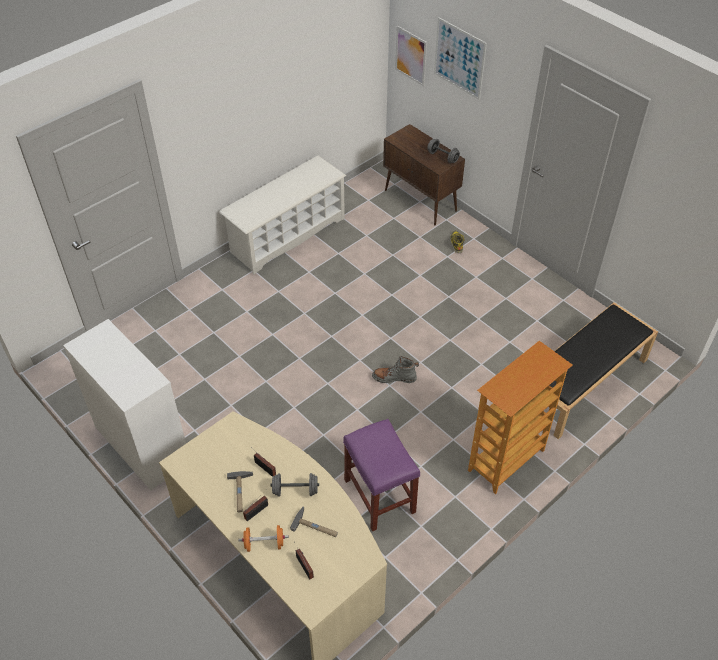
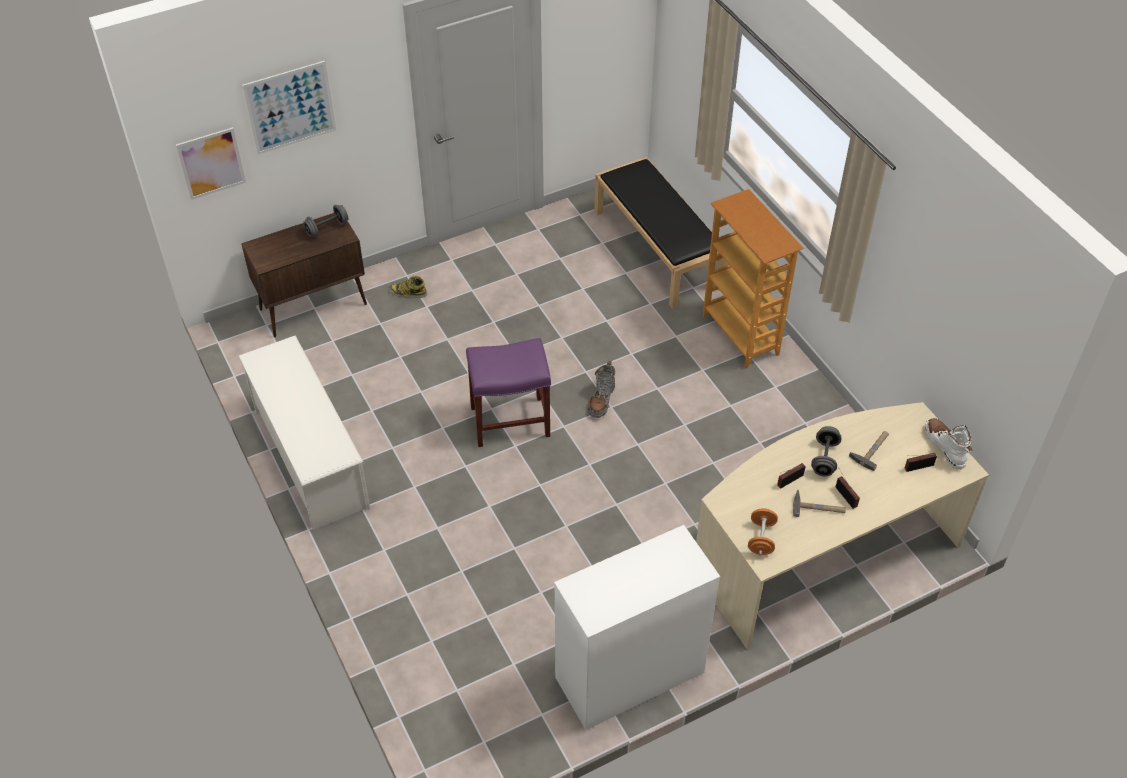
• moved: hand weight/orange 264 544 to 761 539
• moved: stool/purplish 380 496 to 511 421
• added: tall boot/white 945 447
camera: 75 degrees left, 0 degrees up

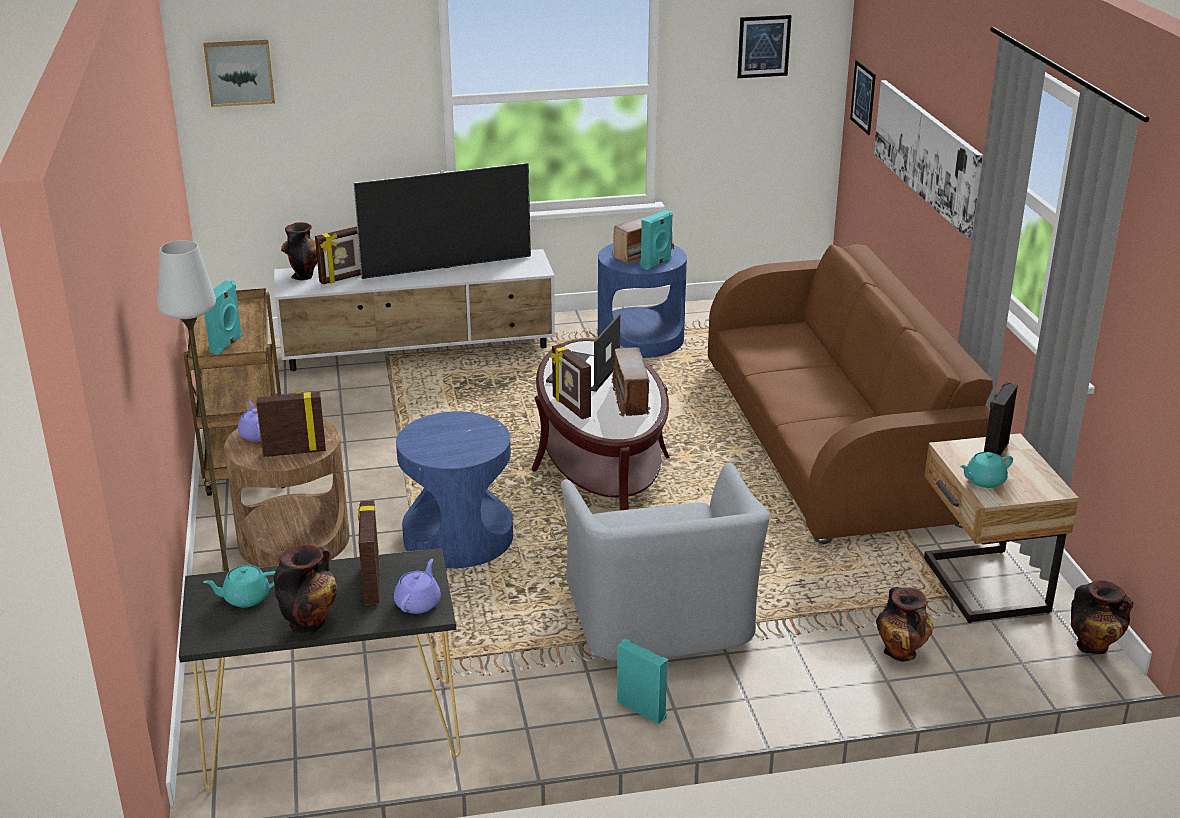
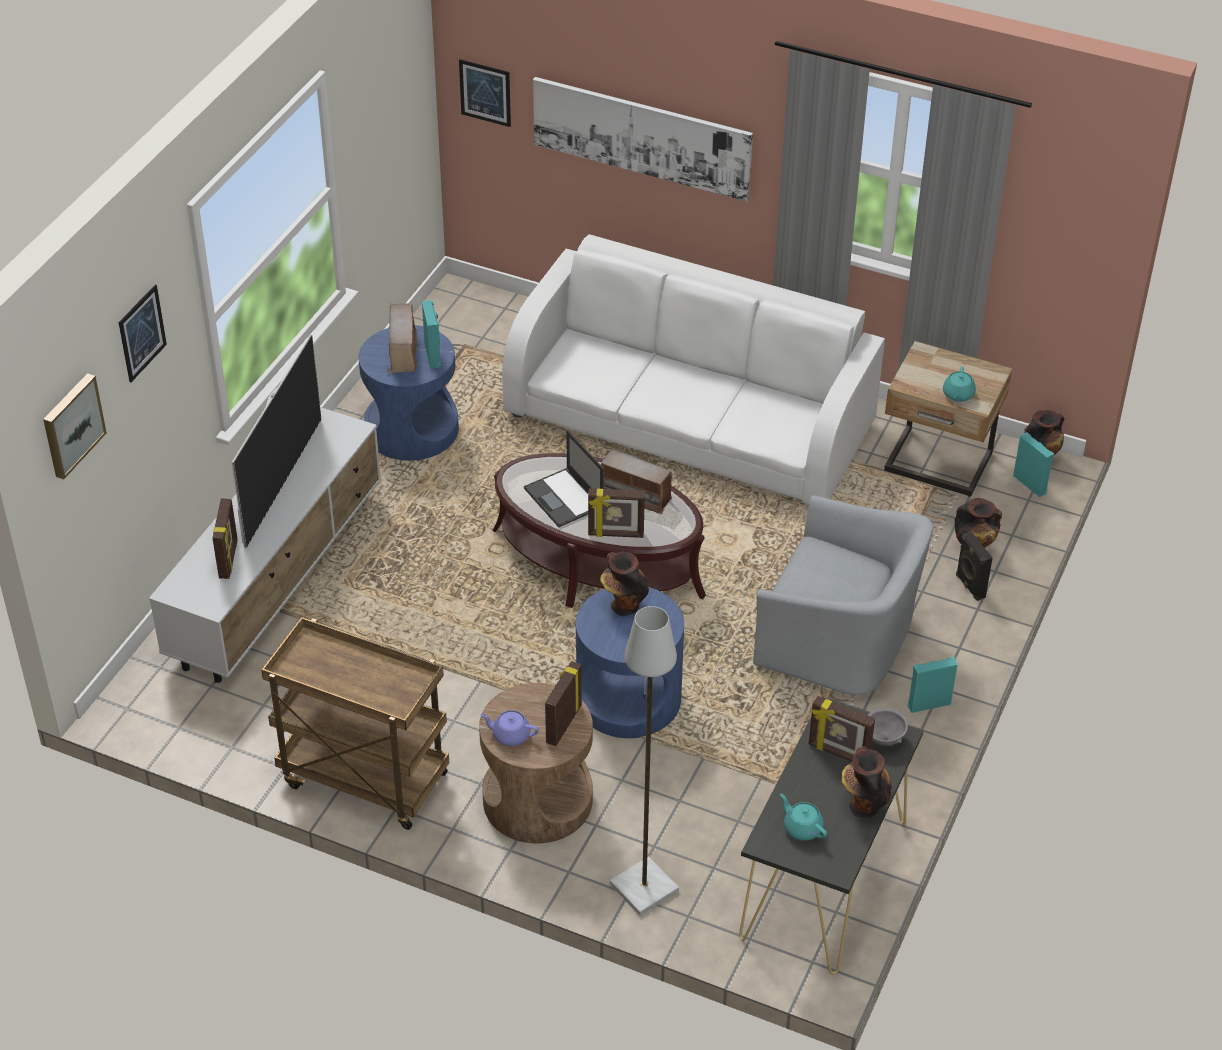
• turned: tea pot/blue-green 245 598 = 802 828 120 degrees clockwise
• moved: speaker/blue-green 227 344 to 1030 484
• moved: decorative vase 303 275 to 623 605
• replaced: tea pot/purplish 418 603 to deep dish/gray 884 738
• recoloured: sofa/brown 833 440 to sofa/white 691 419
• moved: picture 763 46 to 142 333
• moved: speaker/blackish 994 451 to 969 586
camera: 55 degrees left, 15 degrees up

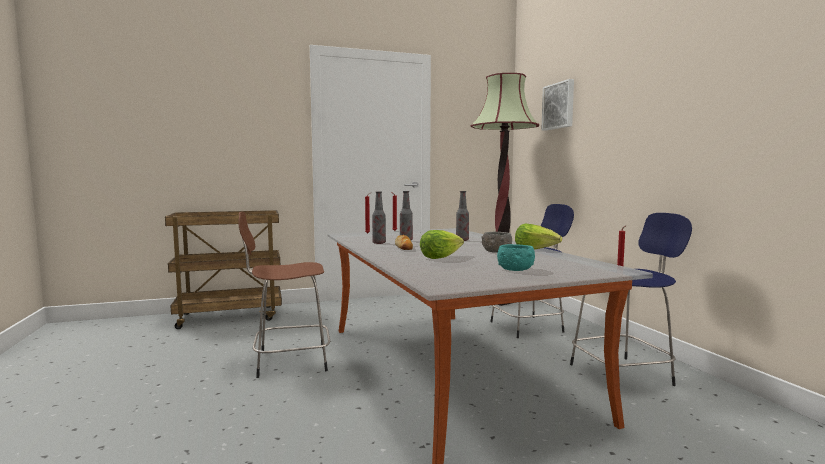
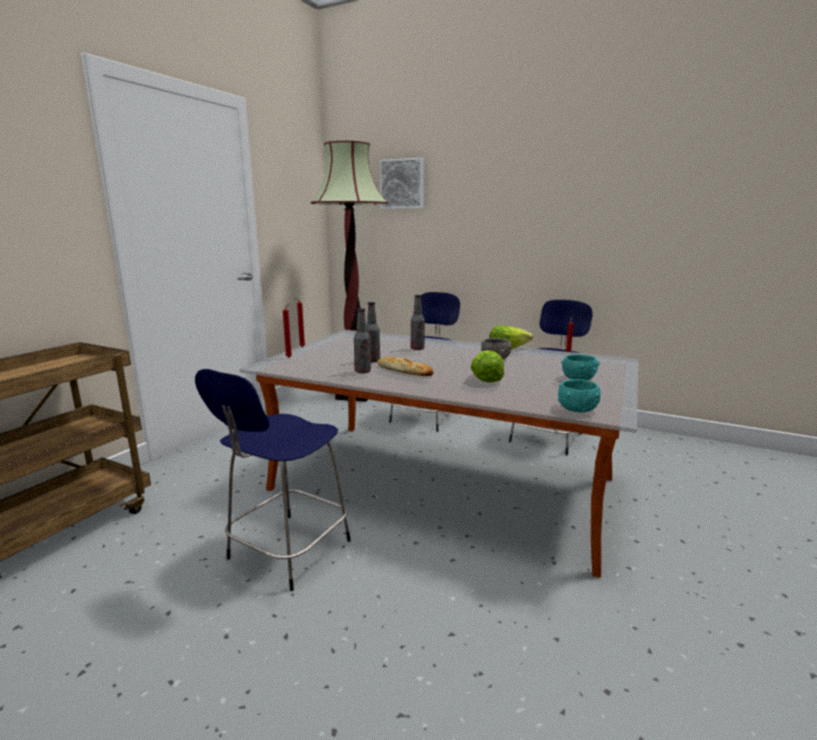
• recoloured: stool/brown 289 361 to stool/blue 286 552
• added: deep dish/blue-green 577 409
camera: 45 degrees left, 10 degrees up

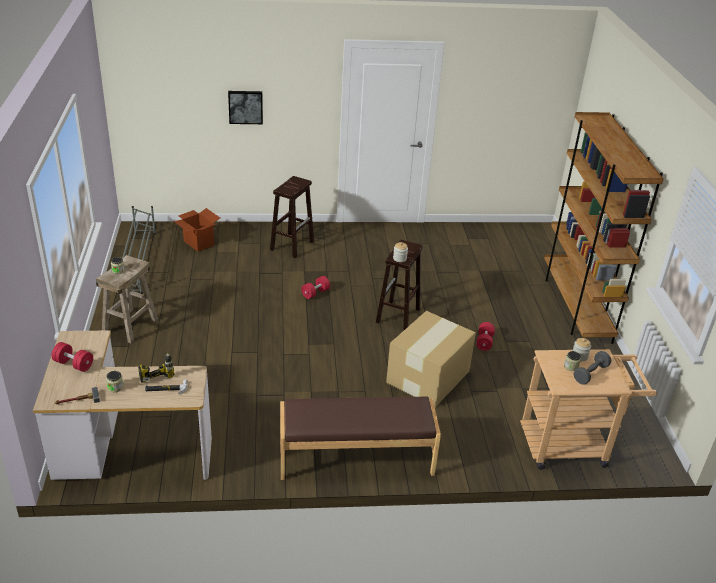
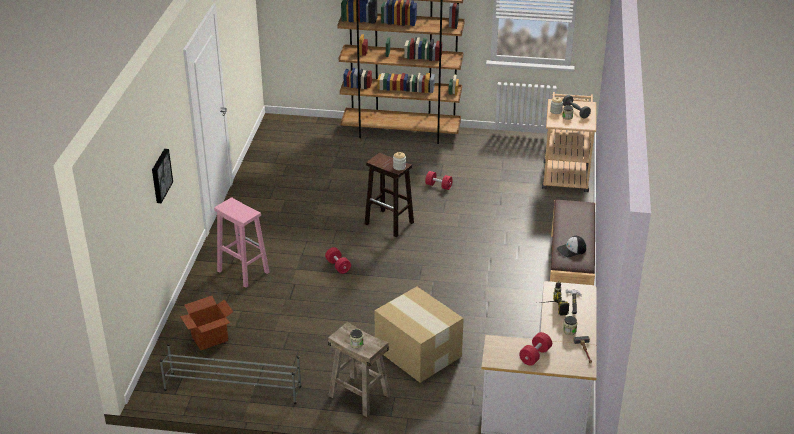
• recoloured: stool/brown 292 245 to stool/pink-coloured 242 271
• moved: cardboard box 429 376 to 417 351
• added: cap 571 250
camera: 75 degrees left, 0 degrees up

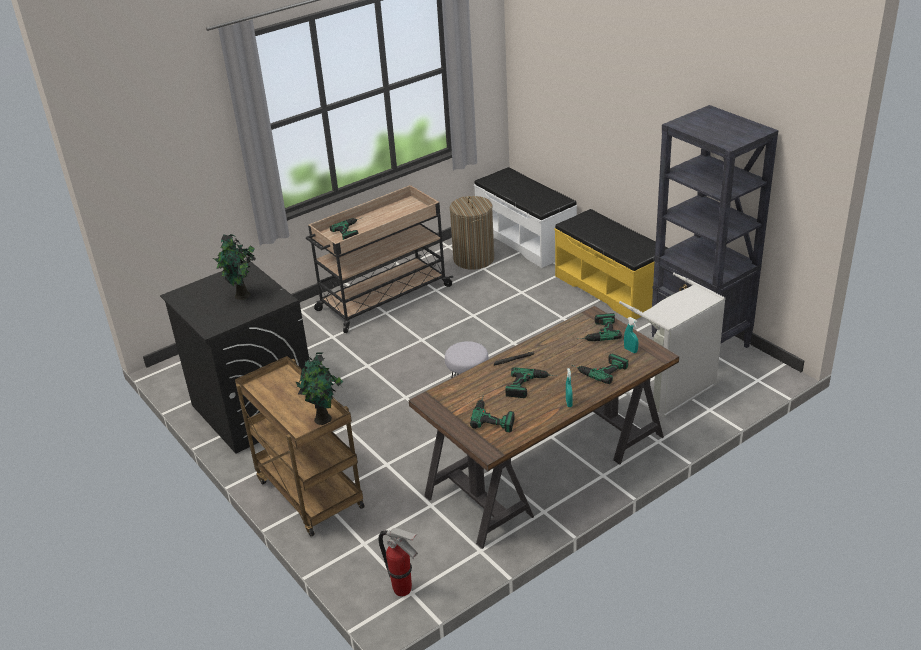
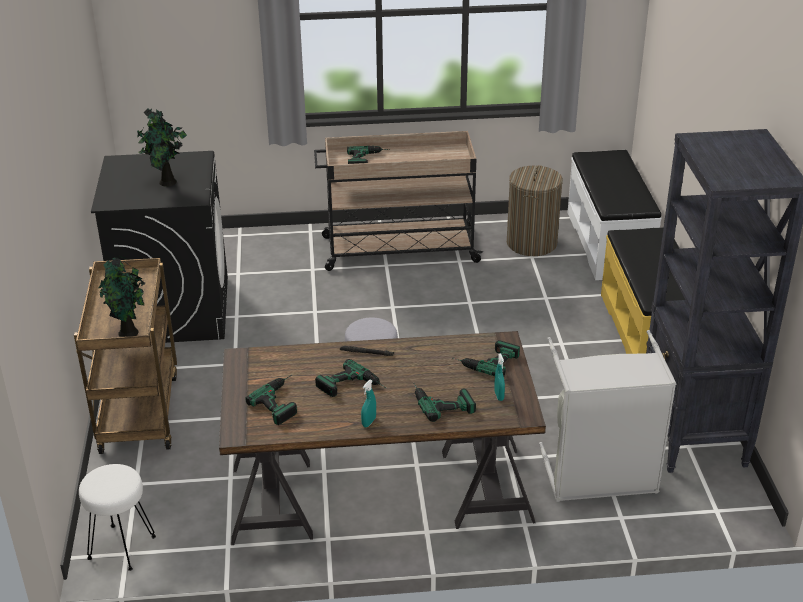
• replaced: fire extinguisher 403 590 to stool/white 122 547
camera: 30 degrees right, 0 degrees up

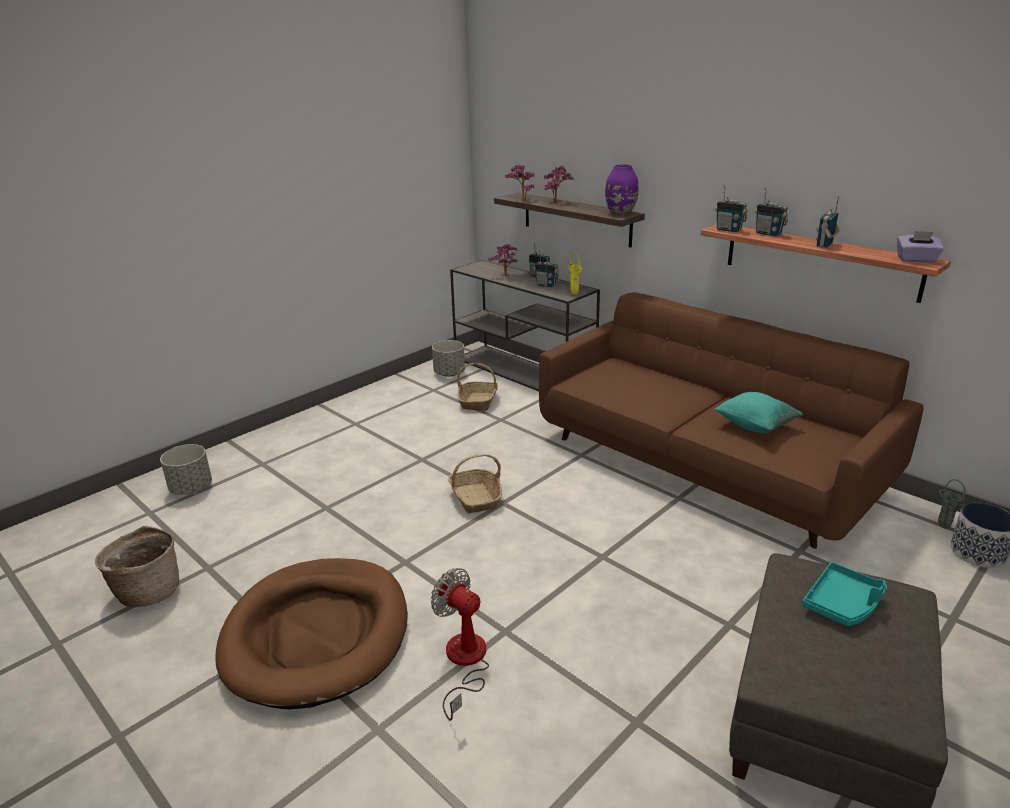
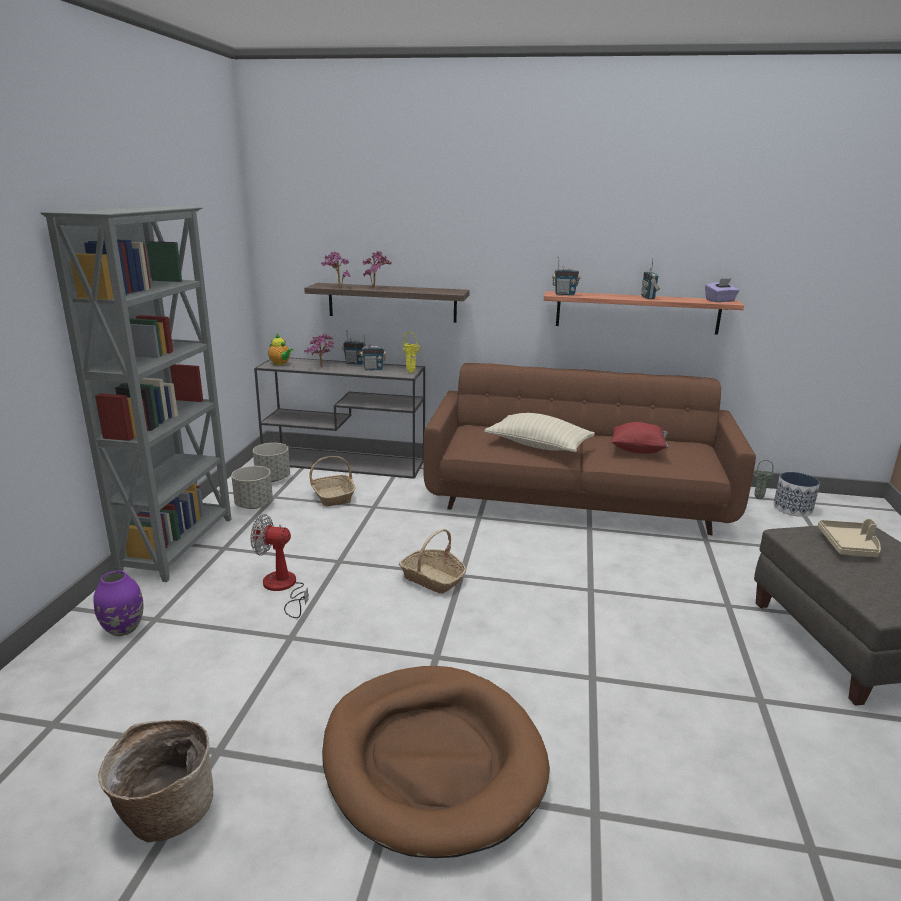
• moved: planter/gray 191 488 to 254 505
• moved: cooling fan 464 662 to 283 588
• moved: decorative vase/purplish 621 213 to 124 629
• recoloured: throw pillow/blue-green 755 426 to throw pillow/red-coloured 638 450
• removed: radio 768 234
• recoloured: serving tray/blue-green 843 604 to serving tray/sand-coloured 849 546
• added: bookcase/gray 179 545
• added: tea pot 280 363
• added: throw pillow/sand-coloured 538 446
camera: 35 degrees left, 5 degrees down

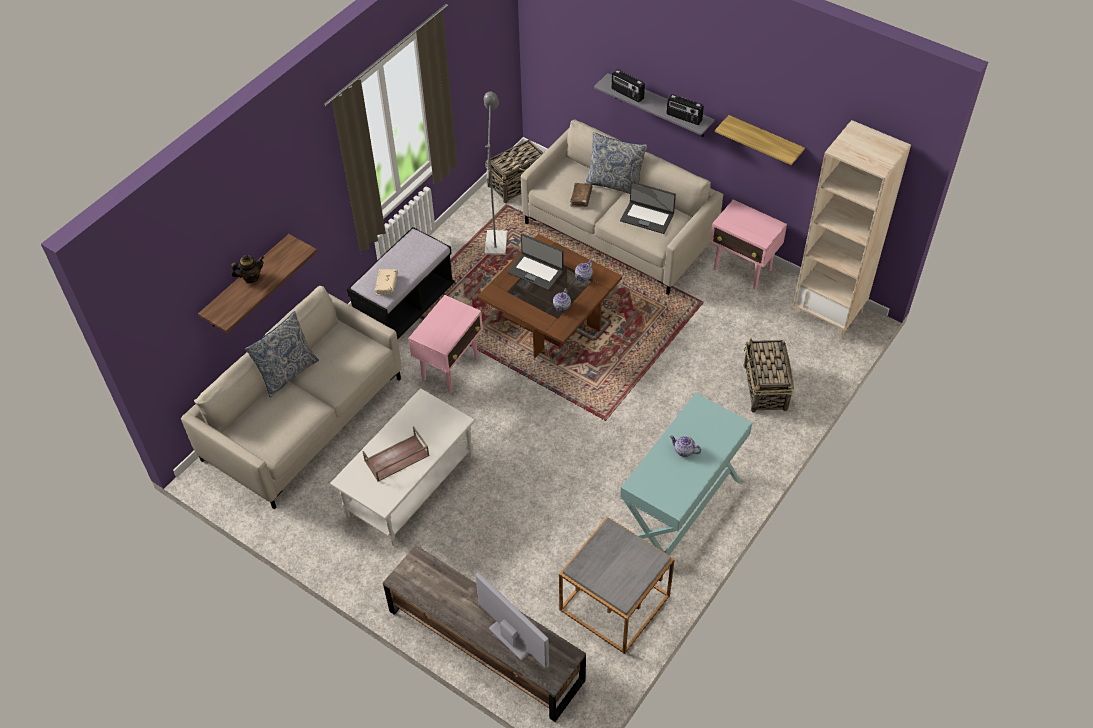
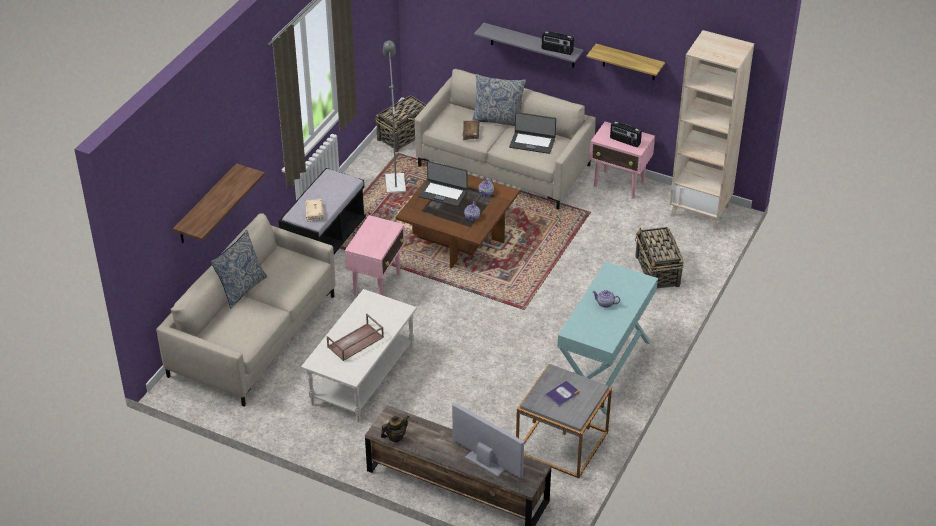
• moved: tea pot 251 277 to 395 436
• moved: radio 627 94 to 625 141
• added: volume 562 394
camera: 10 degrees left, 10 degrees down

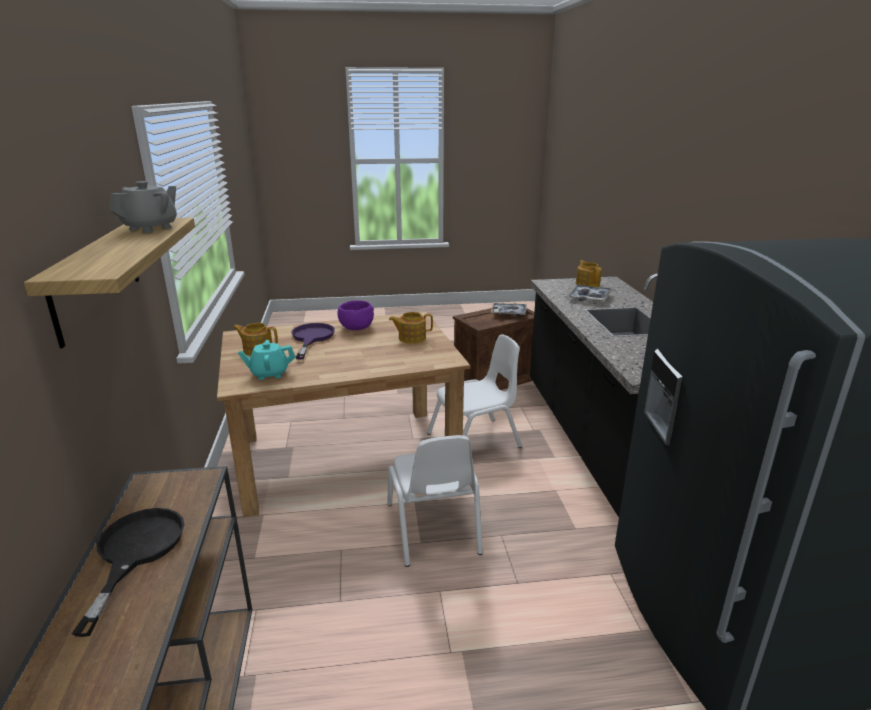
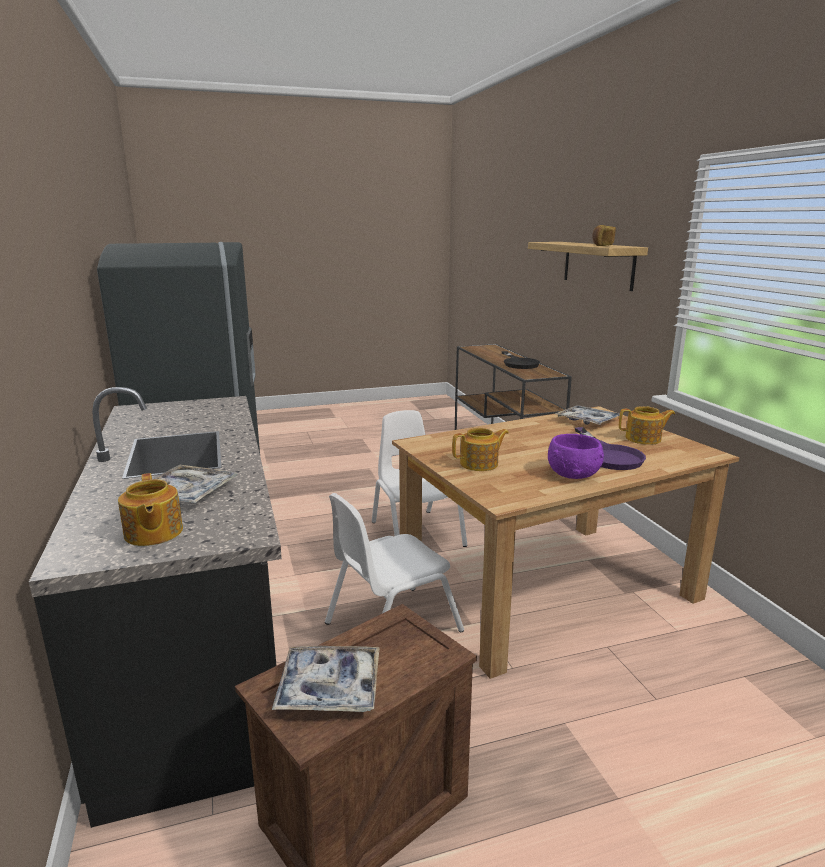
• replaced: tea pot/gray 151 228 to bakery bread 602 245
• replaced: tea pot/blue-green 269 374 to serving tray 587 421
camera: 170 degrees right, 5 degrees down

